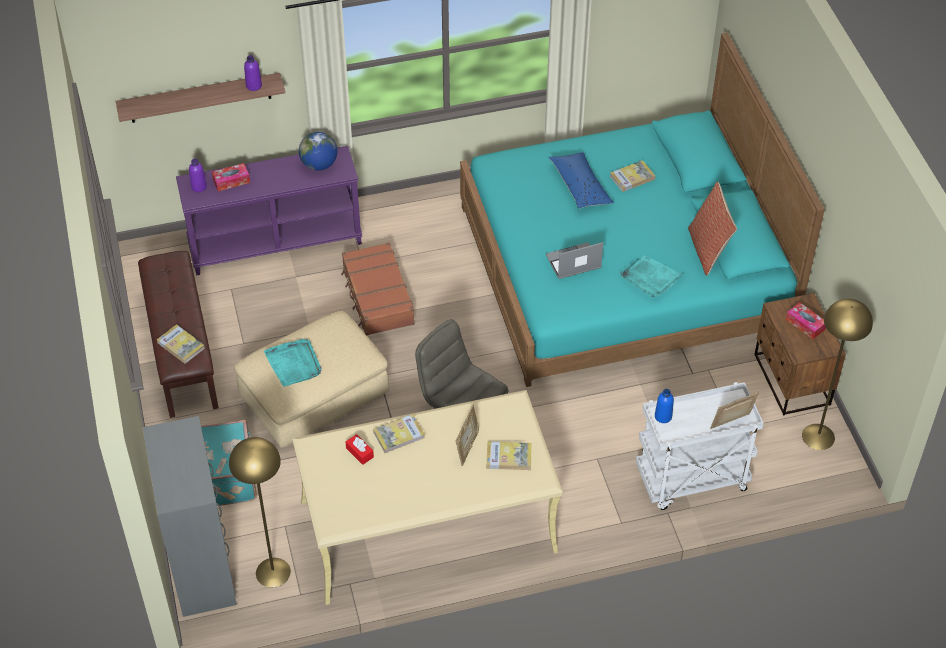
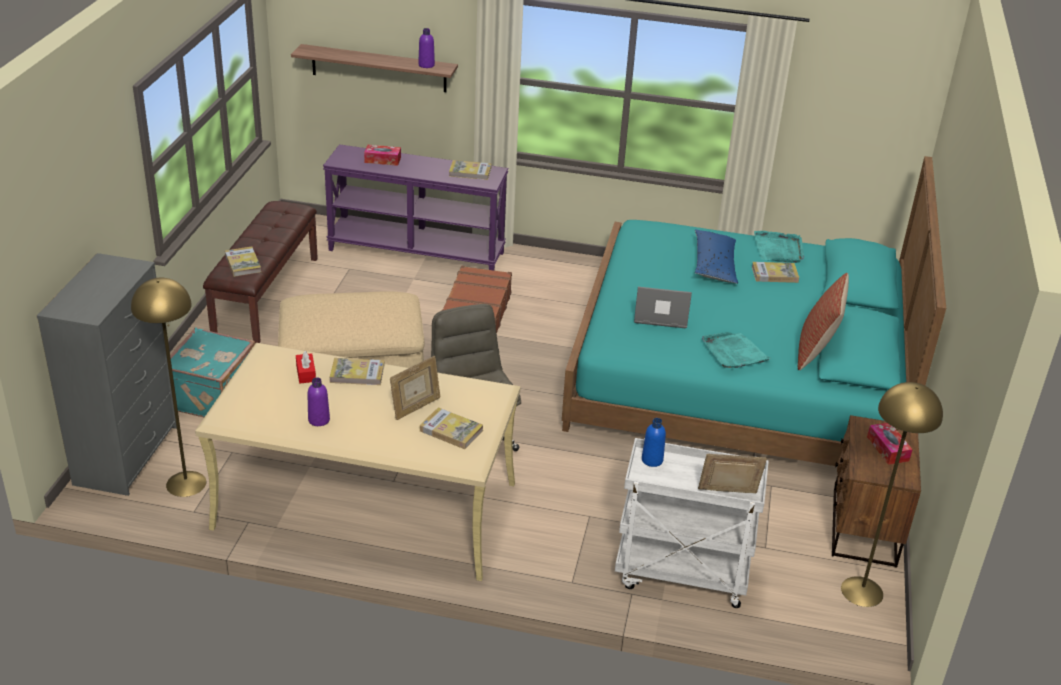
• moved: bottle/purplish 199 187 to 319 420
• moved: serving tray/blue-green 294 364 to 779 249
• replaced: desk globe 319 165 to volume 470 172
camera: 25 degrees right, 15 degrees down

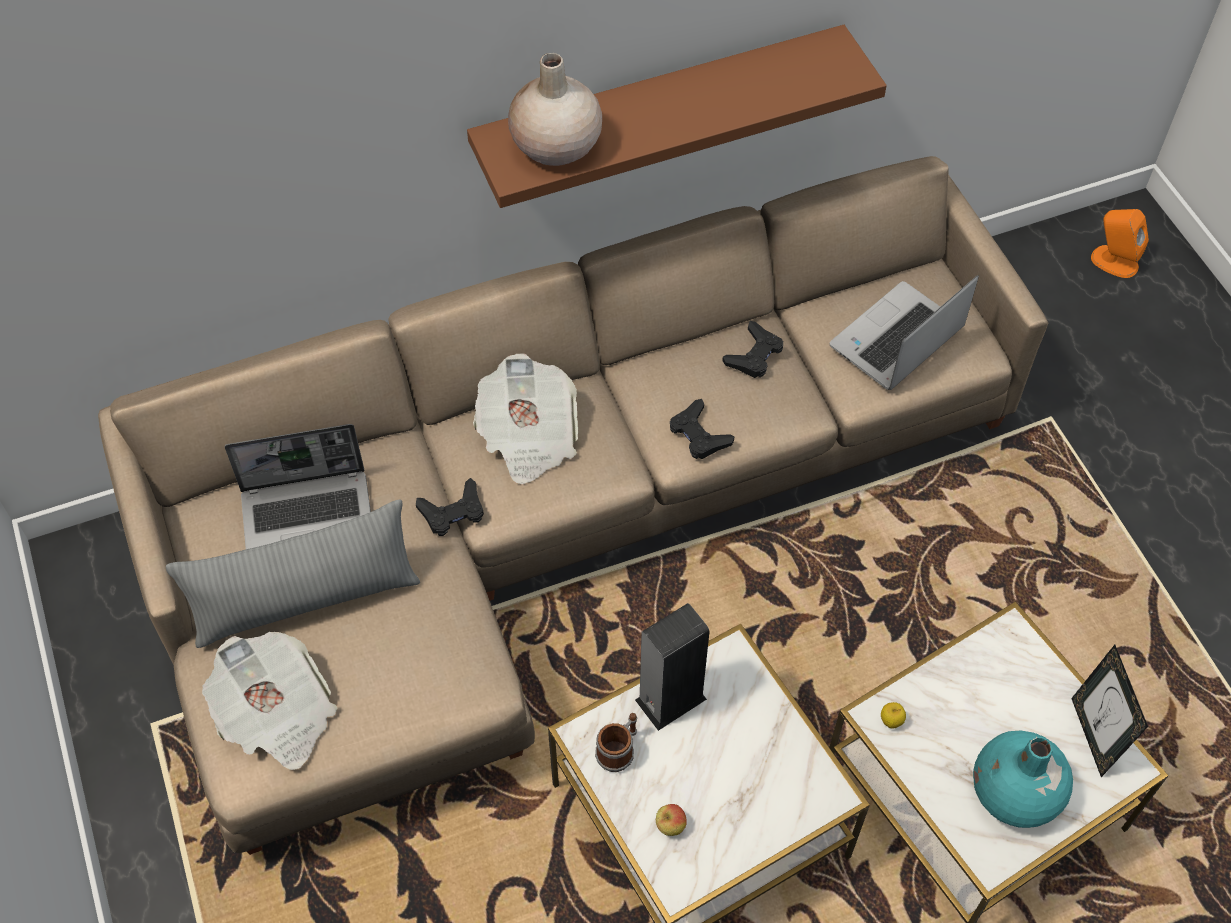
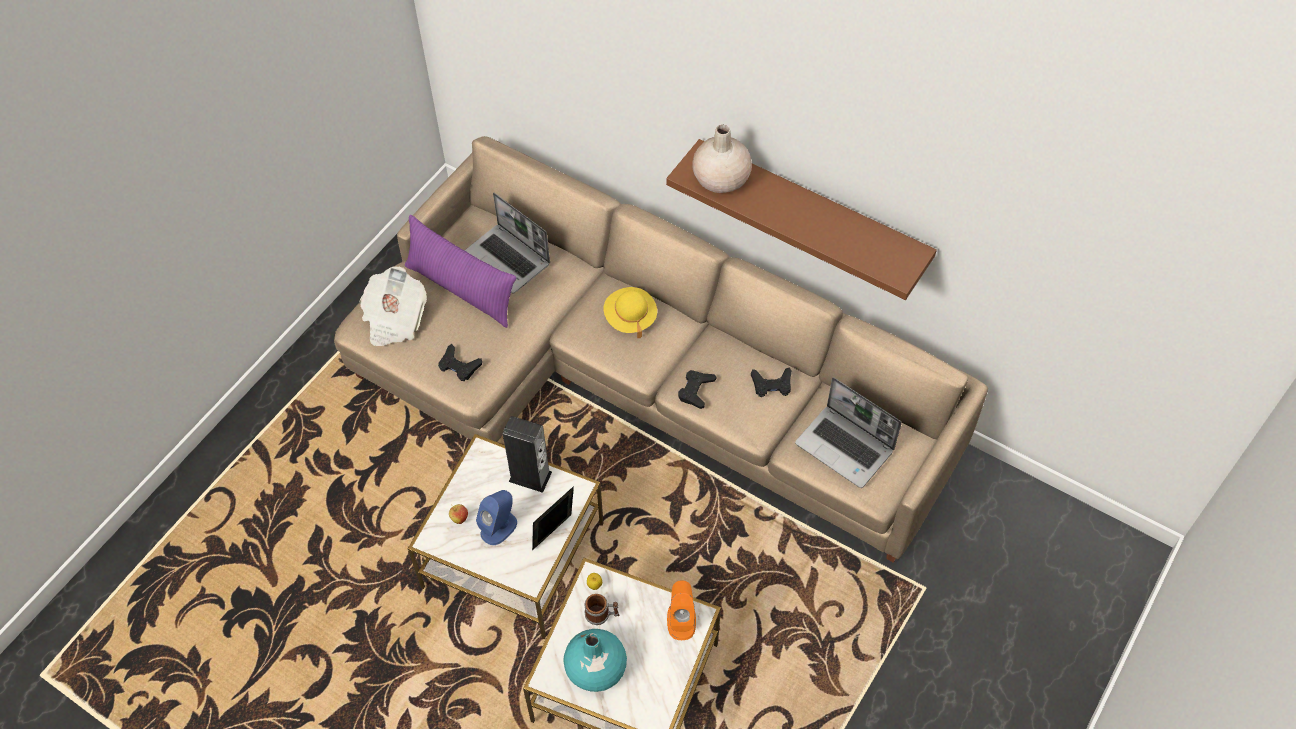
• recoloured: throw pillow/gray 306 600 to throw pillow/purplish 461 290
• moved: joypad/blackish 453 512 to 459 366
• replaced: newspaper 528 437 to wearable hat/yellowish 630 317
• moved: mug 619 750 to 602 615
• turned: portable computer 897 340 = 845 447 150 degrees counterclockwise
• moved: standing frame 1092 736 to 555 535
• moved: speaker/orange 1113 261 to 681 620
• added: speaker/blue 499 527
camera: 55 degrees right, 0 degrees up

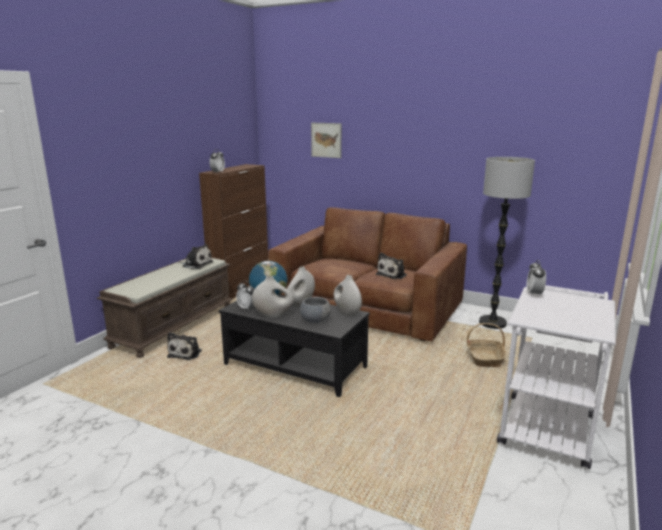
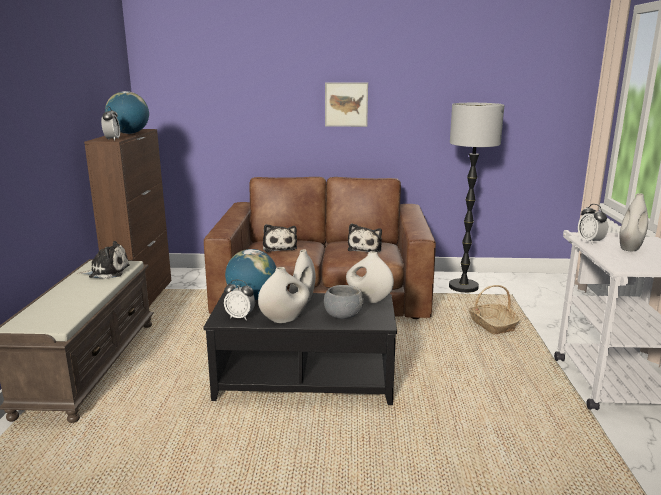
• moved: plush toy 186 353 to 279 247
• moved: picture 326 140 to 346 104
• added: desk globe 129 133
• added: decorative vase/white 630 248
camera: 25 degrees left, 0 degrees up

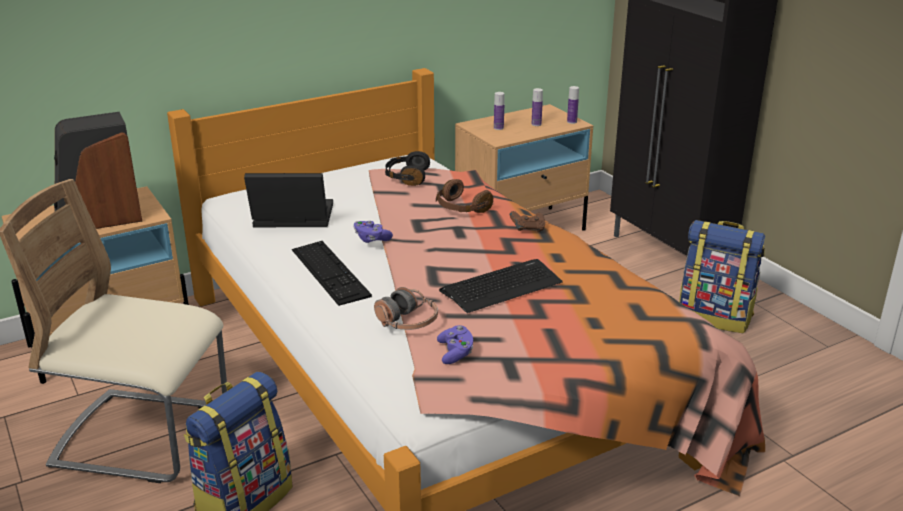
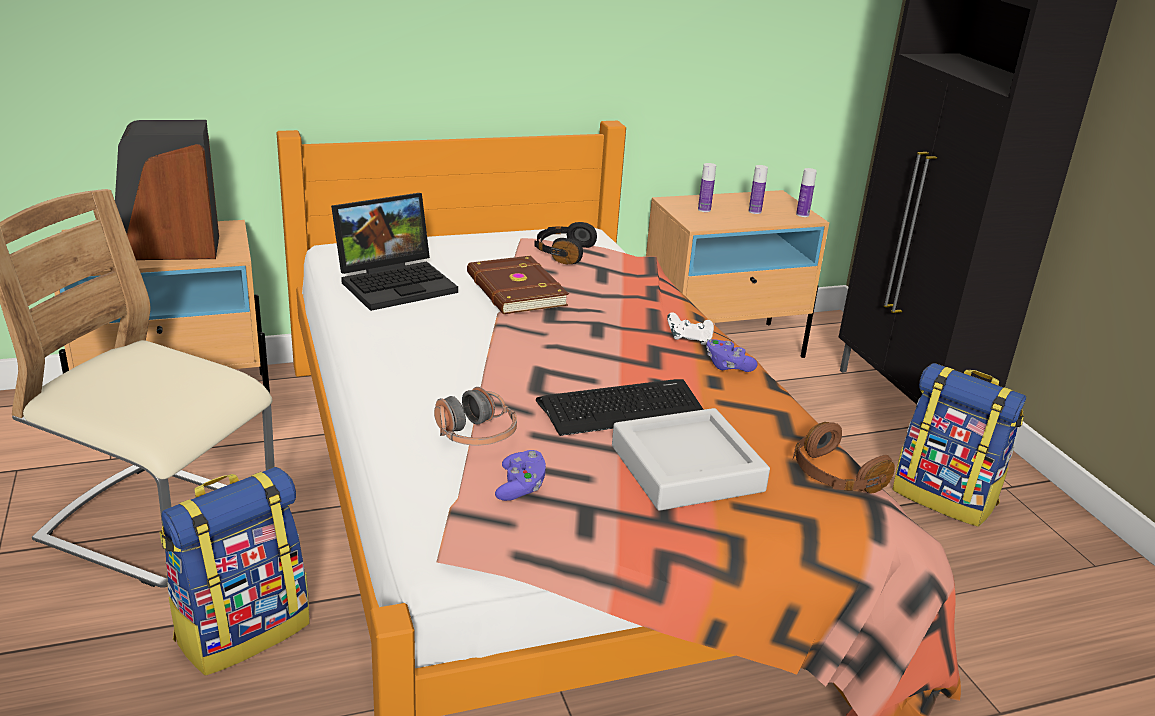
• turned: portable computer 290 219 = 397 283 135 degrees clockwise
• removed: PC keyboard 330 272
• moved: joypad/purplish 371 239 to 727 366
• moved: pair of headphones/brown 461 208 to 834 476
• recoloured: joypad/brown 528 229 to joypad/white 689 340
• added: volume/brown 514 290
• added: serving tray/gray 686 468
camera: 10 degrees right, 0 degrees up

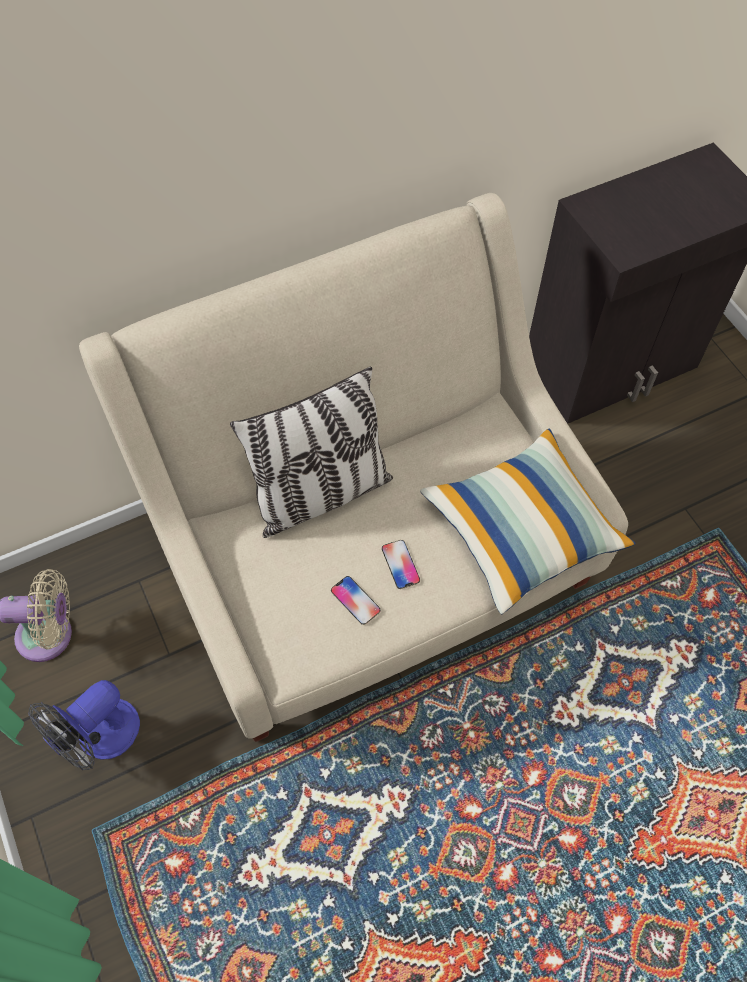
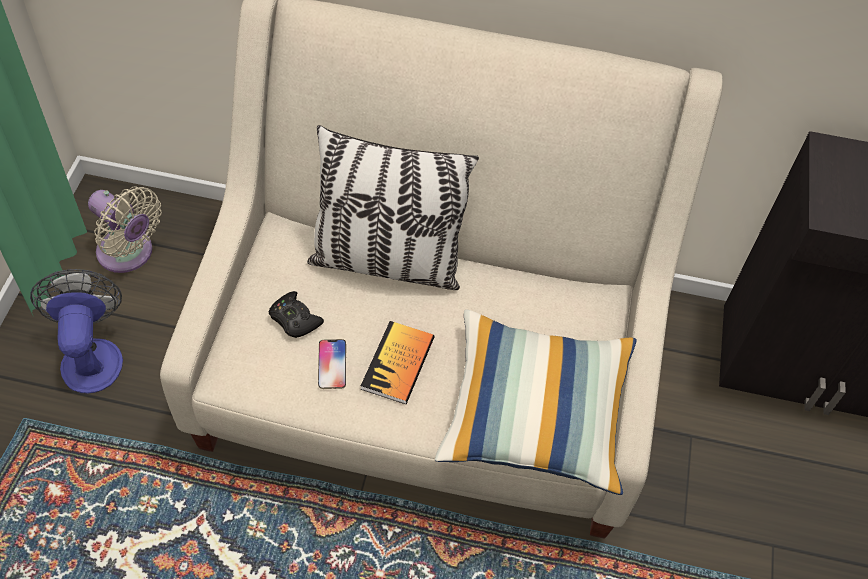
• turned: cooling fan 99 738 = 92 355 90 degrees clockwise
• replaced: telephone 400 564 to volume 398 363
• added: joypad/blackish 294 319
camera: 35 degrees right, 5 degrees down

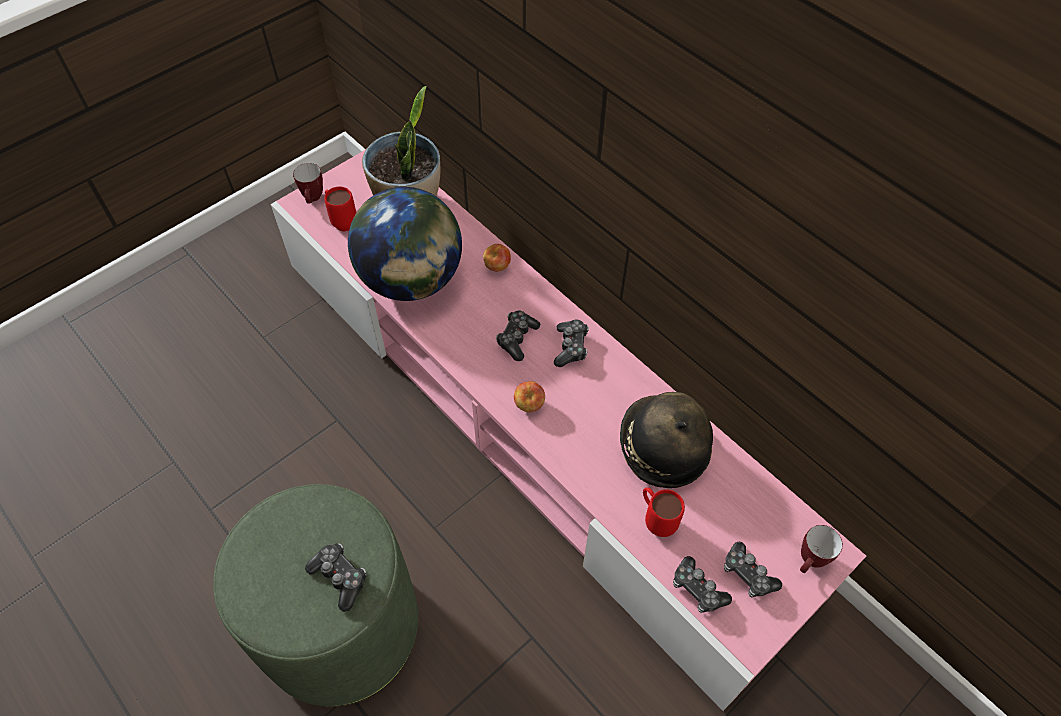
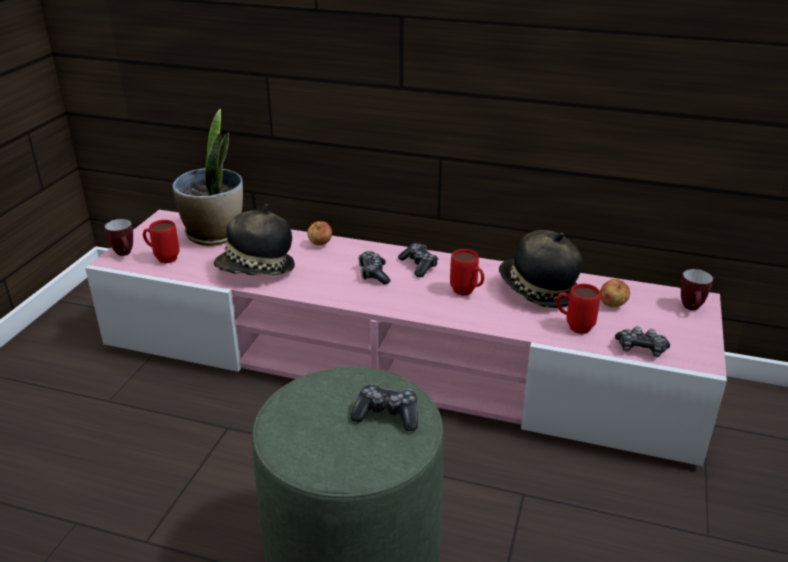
• replaced: desk globe 412 280 to wearable hat 256 270
• moved: apple fruit 529 404 to 612 305
• removed: joypad 747 574
• added: mug/red-coloured 467 293
camera: 30 degrees left, 25 degrees down

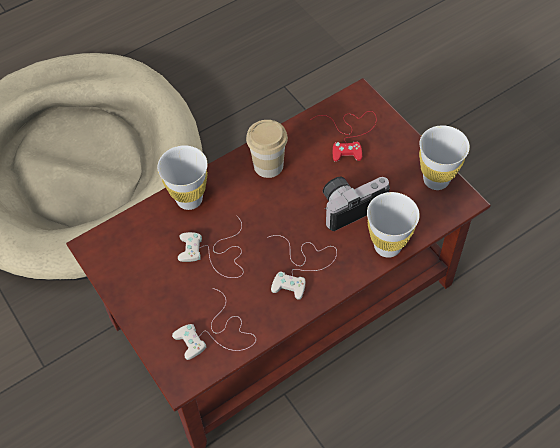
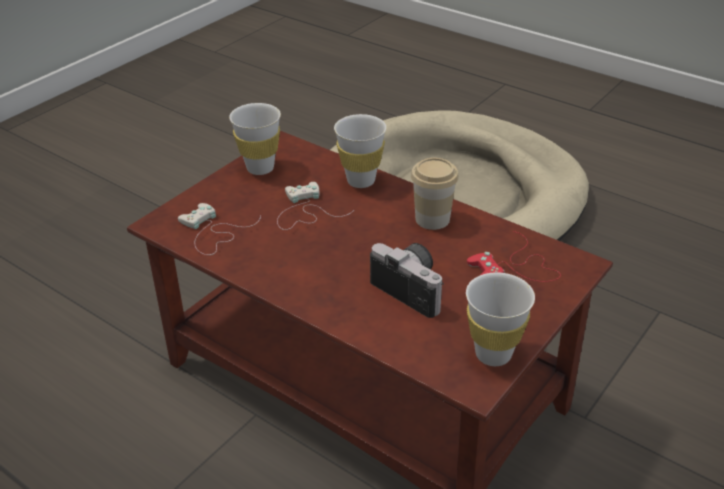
• removed: joypad/white 301 266
• moved: small cup/white 387 246 to 260 168
camera: 70 degrees right, 20 degrees down

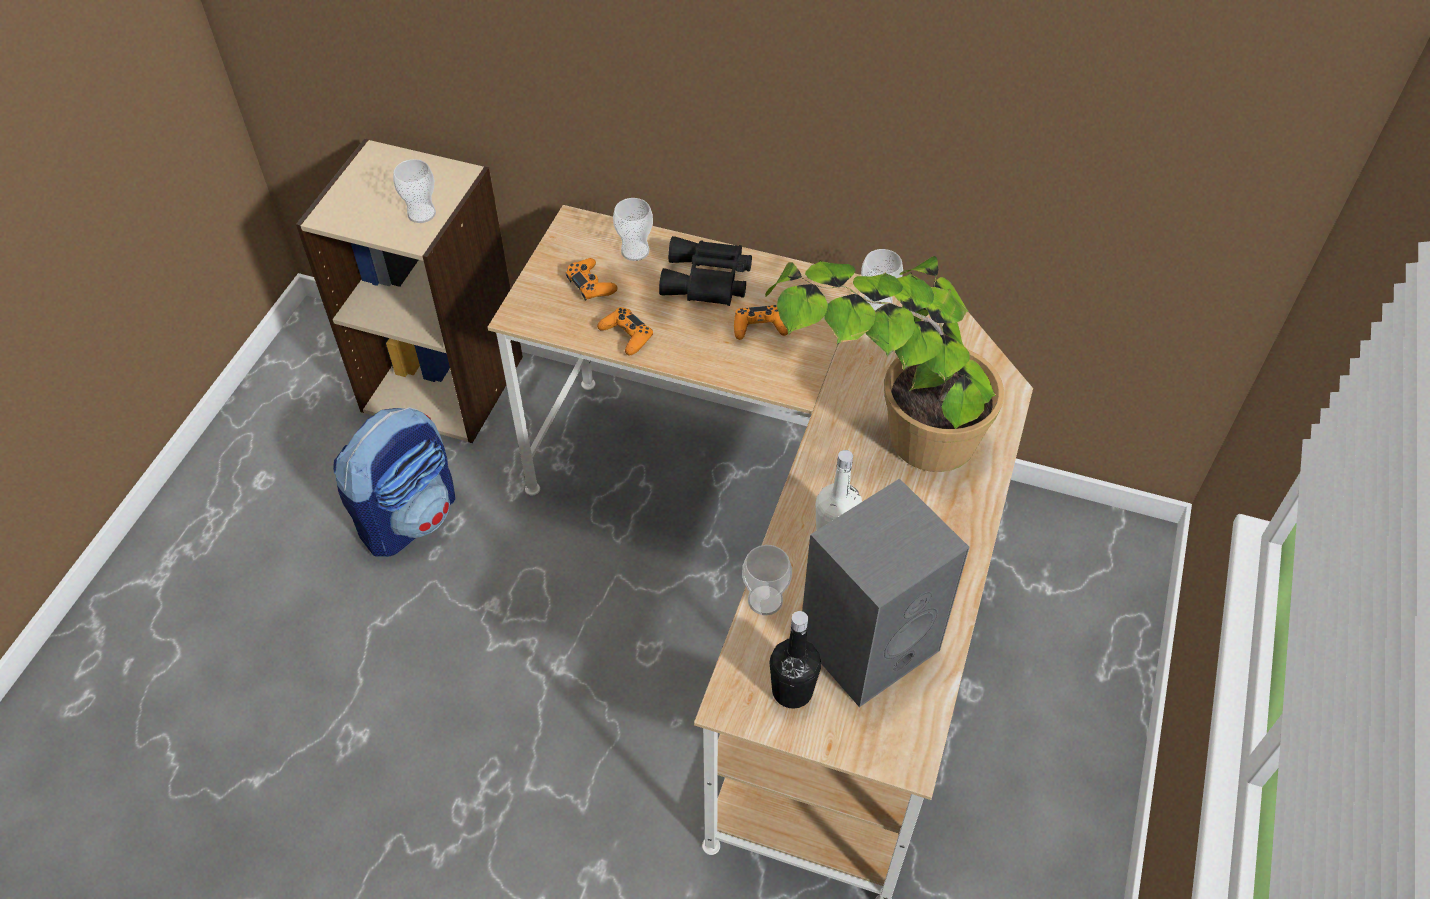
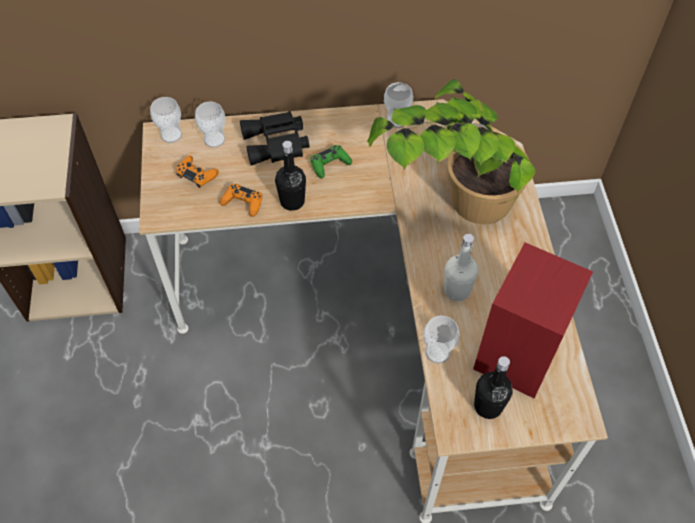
• removed: rucksack 409 516
• moved: small cup 421 213 to 171 135
• recoloured: joypad/orange 759 327 to joypad/greenish 330 164
• recoloured: speaker/gray 870 641 to speaker/red-coloured 516 351
• added: bottle/blackish 292 201
camera: 25 degrees left, 5 degrees up

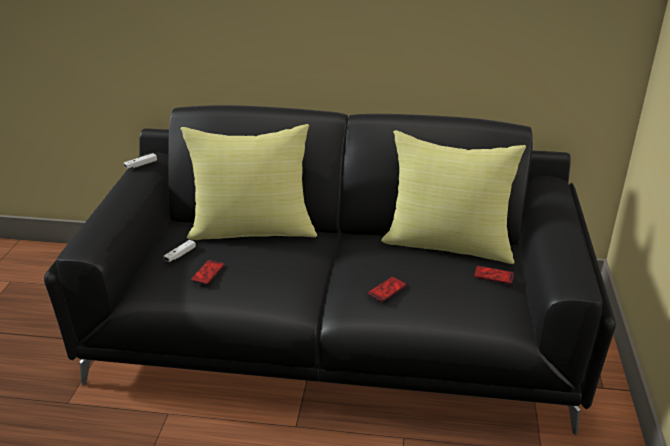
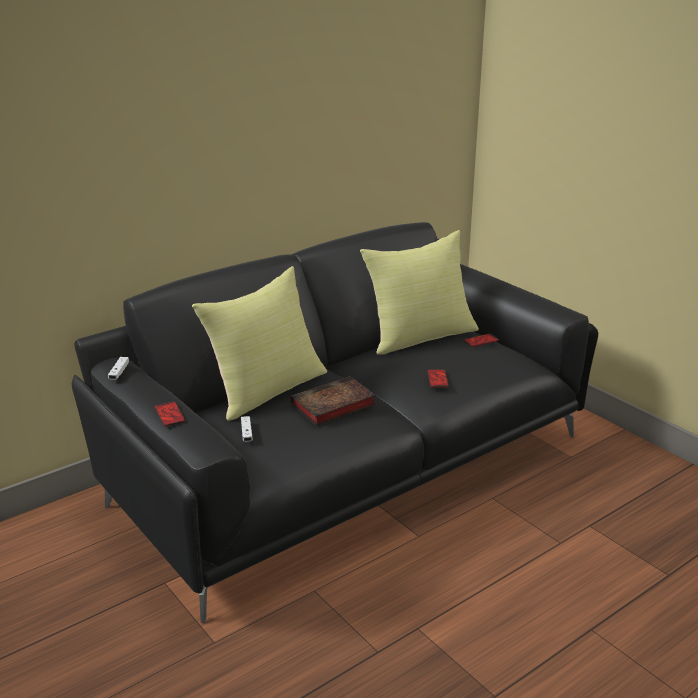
• moved: telephone 208 272 to 169 414
• added: volume 332 406
camera: 45 degrees left, 5 degrees down

